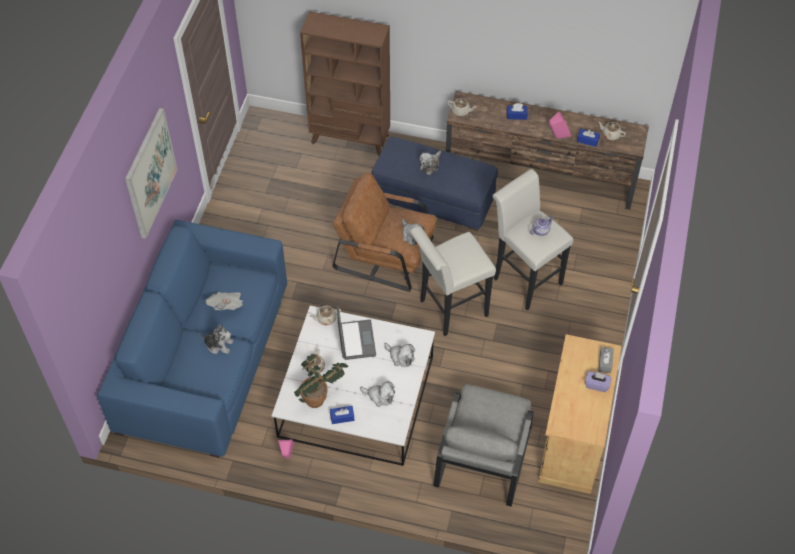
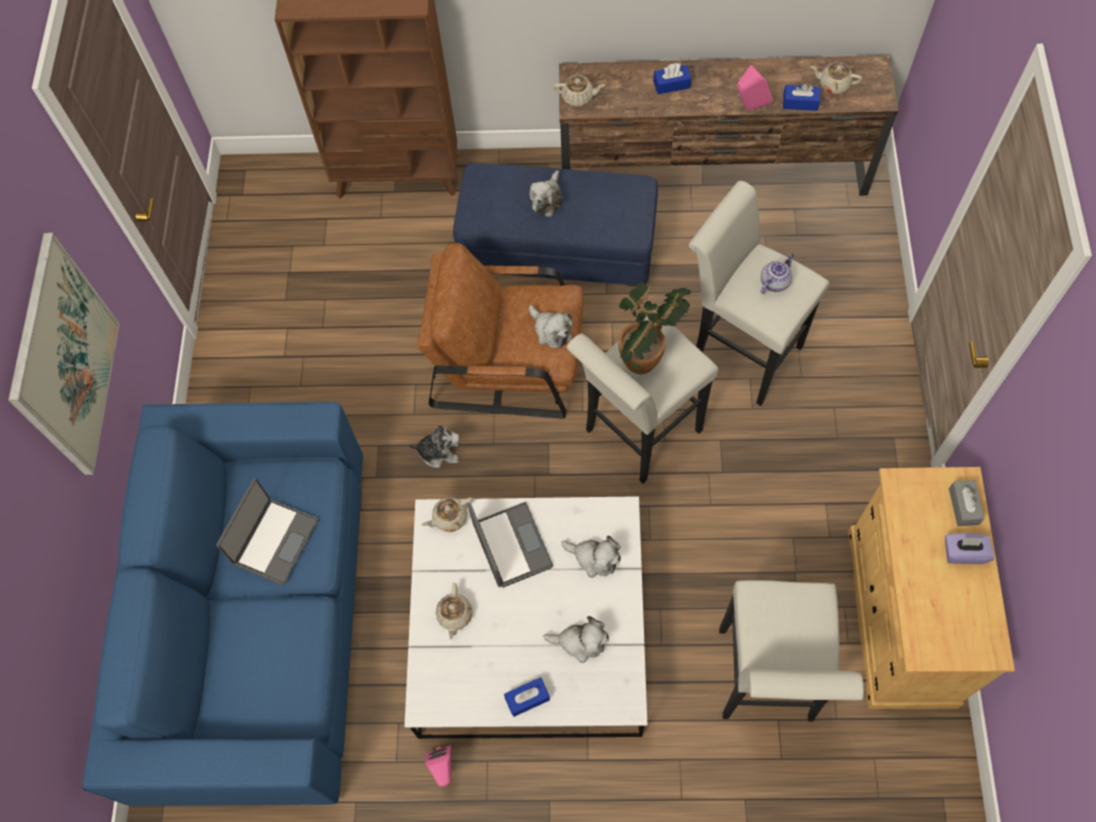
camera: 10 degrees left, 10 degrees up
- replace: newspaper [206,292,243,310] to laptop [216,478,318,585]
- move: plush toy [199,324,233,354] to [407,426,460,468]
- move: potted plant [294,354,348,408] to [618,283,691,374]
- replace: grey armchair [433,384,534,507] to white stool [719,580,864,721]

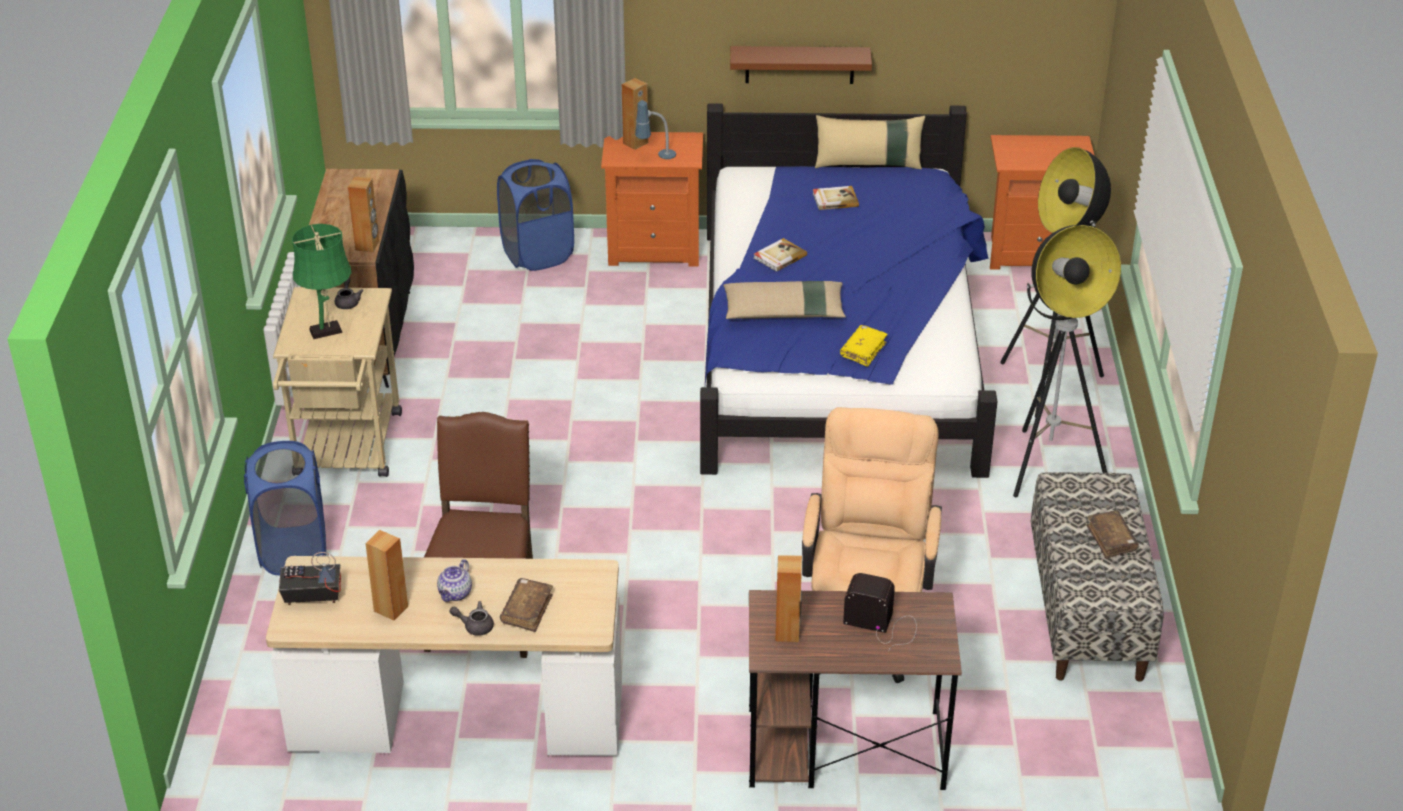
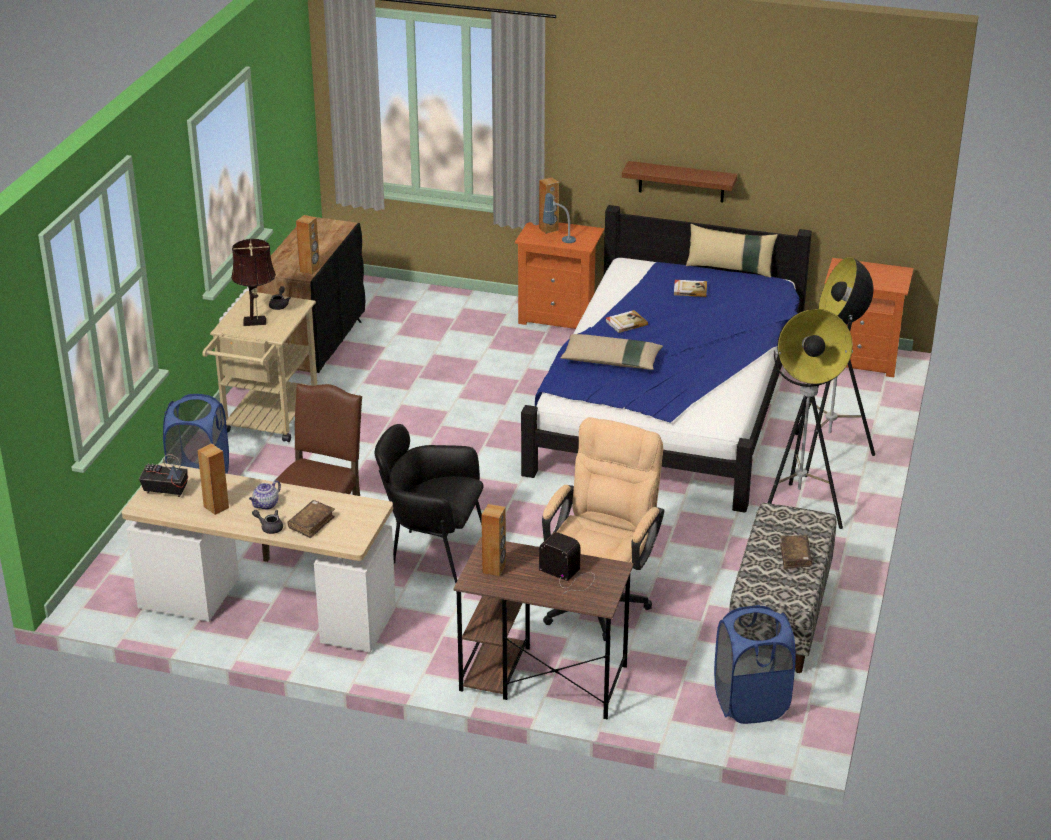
camera: 15 degrees right, 5 degrees down
- move: blue laundry basket [497,159,574,271] to [714,605,796,724]
- recolor: green table lamp [292,224,351,339] to brown table lamp [231,239,276,326]
- delete: yellow book [840,325,888,367]
- insert: black armchair [375,424,484,583]

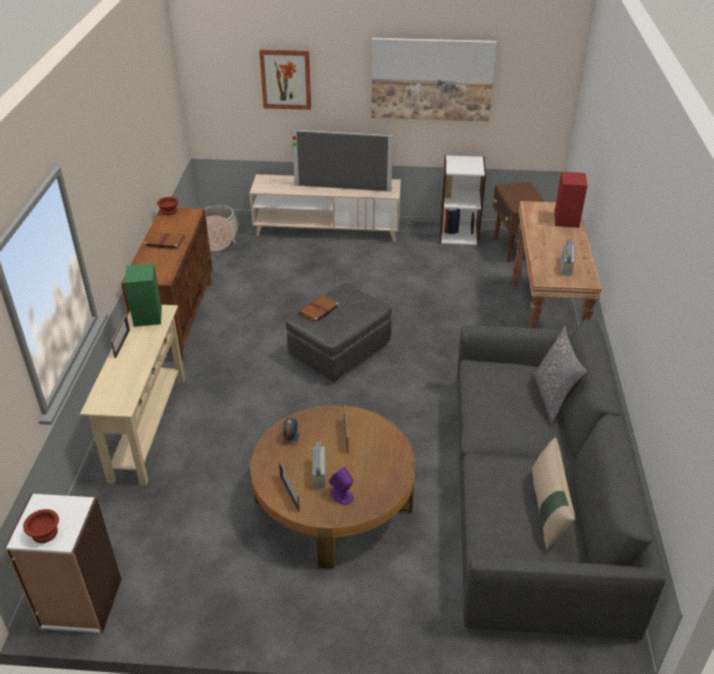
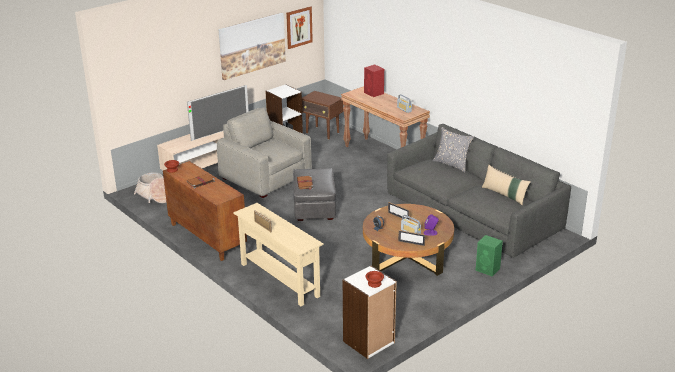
camera: 45 degrees left, 10 degrees down
- move: picture [259,49,311,110] to [286,6,313,49]
- move: green speaker [124,263,162,327] to [476,235,503,277]
- insert: grey armchair [217,108,312,198]

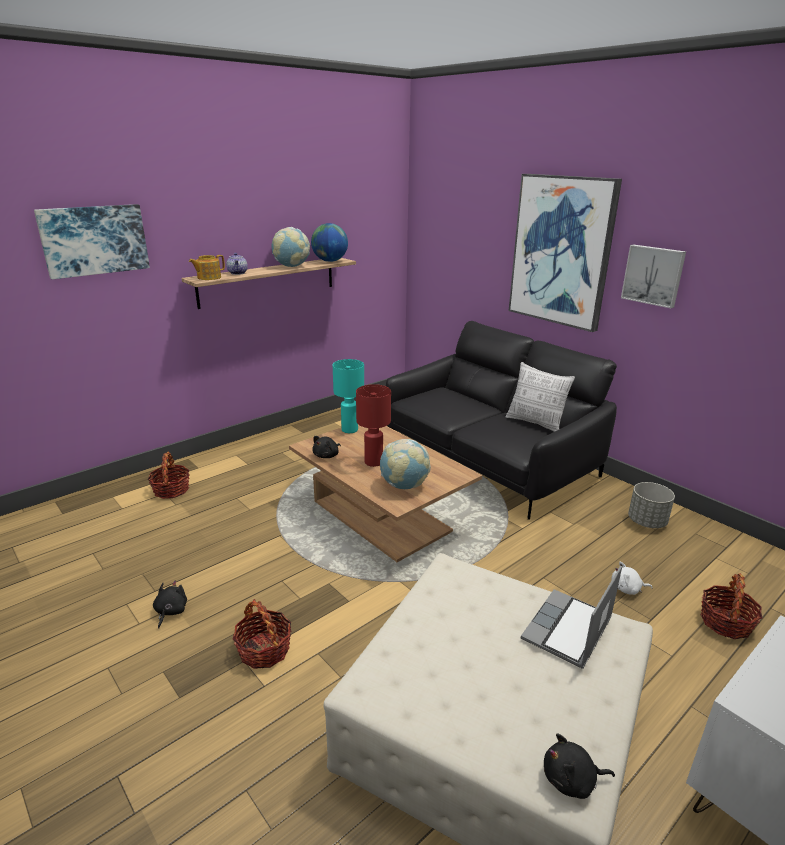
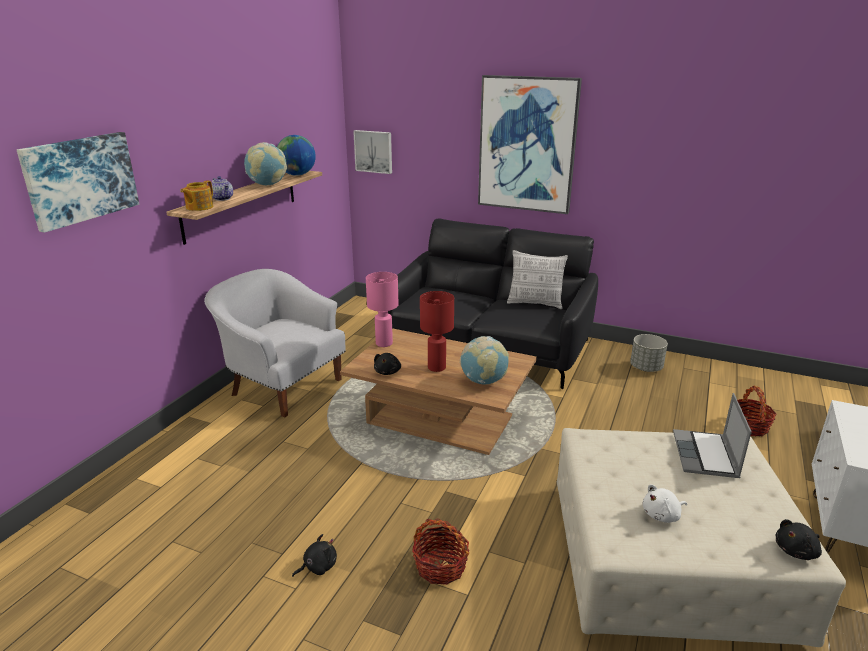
camera: 25 degrees left, 0 degrees up
- move: picture [621,245,686,308] to [353,130,392,174]
- recolor: turquoise table lamp [333,359,364,433] to pink table lamp [366,272,399,347]
- delete: basket [148,452,190,499]
- move: white plush toy [612,562,653,595] to [643,484,687,523]
- rotate: black plush toy [153,581,187,629] = [292,534,337,577] 75 degrees clockwise
- insert: white armchair [204,269,346,417]

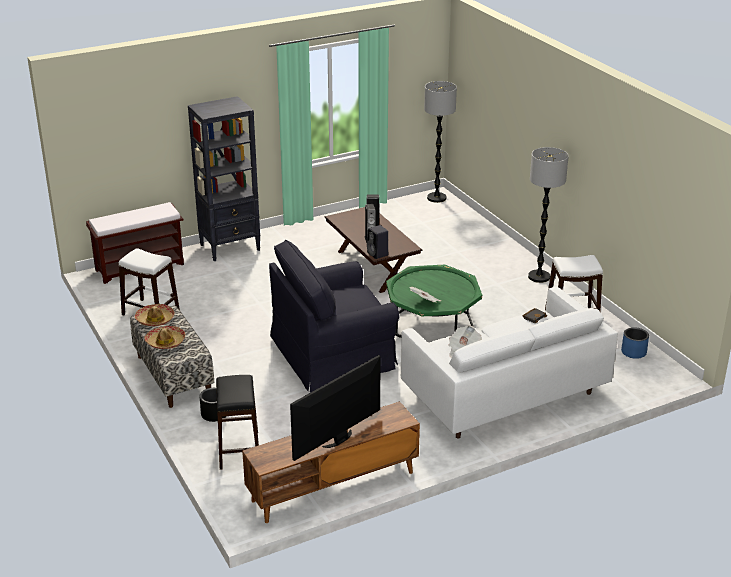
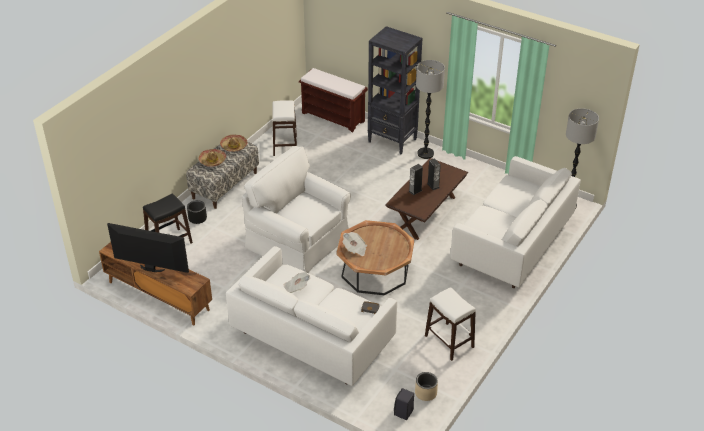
camera: 60 degrees right, 10 degrees up
- move: floor lamp [528,147,569,283] to [416,60,445,159]
- move: black speaker [367,225,388,259] to [394,388,414,420]
- recolor: black armchair [269,240,399,393] to white armchair [242,146,351,273]
- recolor: green coffee table [386,265,482,338] to brown coffee table [336,220,414,295]
- recolor: blue planter [621,327,649,359] to beige planter [415,372,438,401]
- insert: white sofa [450,156,581,288]

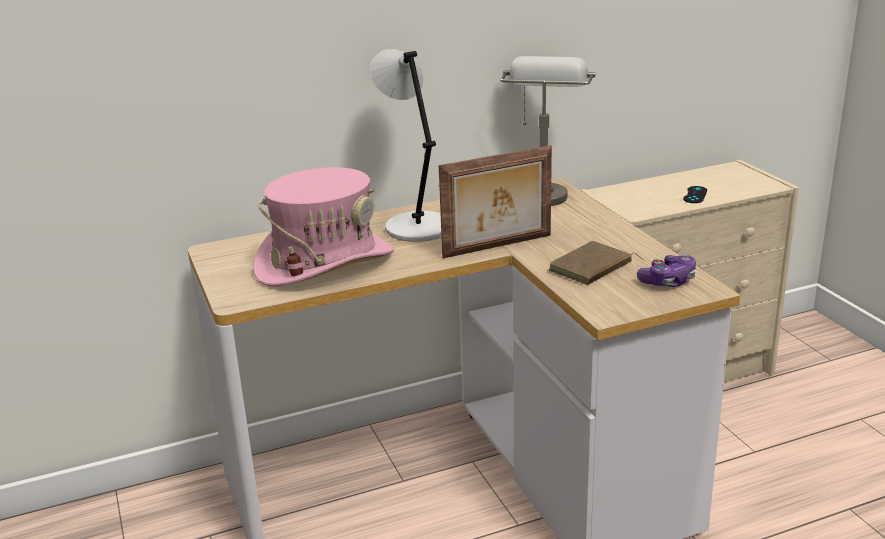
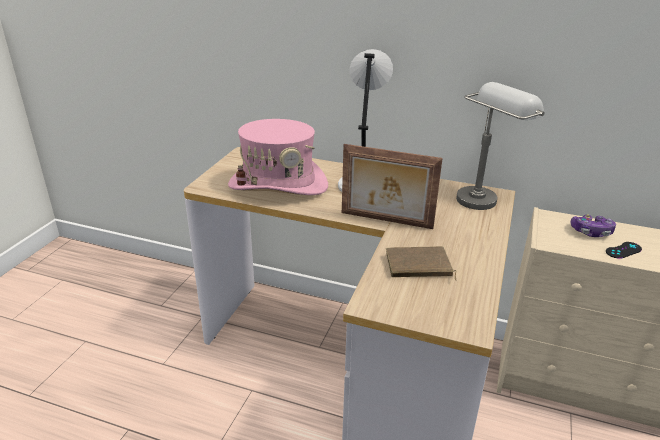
camera: 40 degrees right, 5 degrees up
- move: game controller [637,254,696,287] to [570,214,616,237]

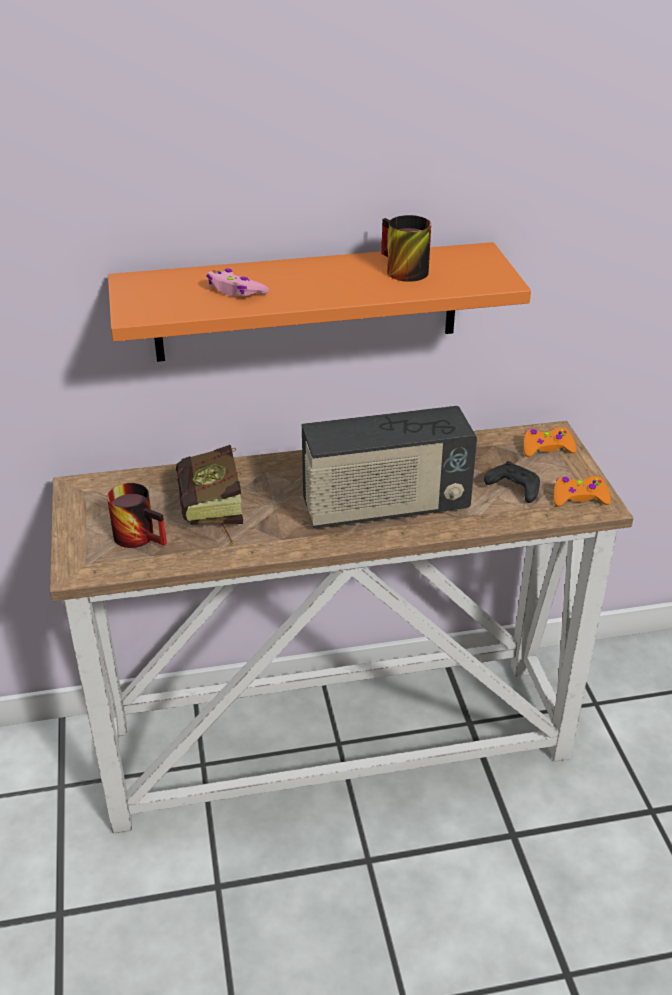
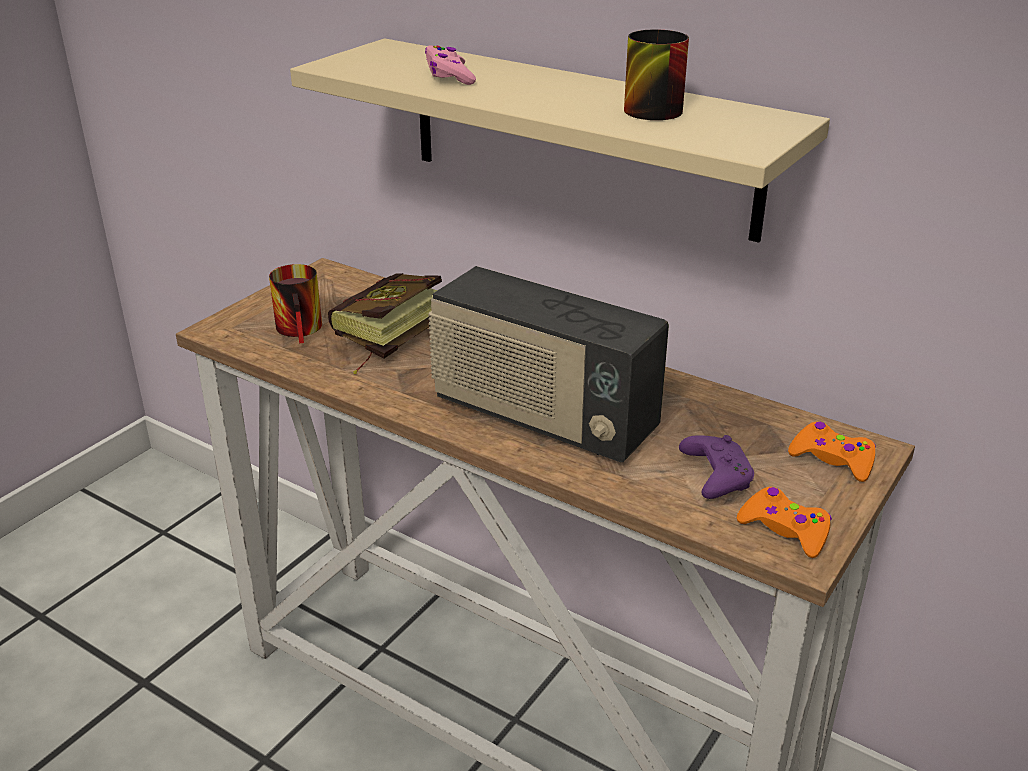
camera: 45 degrees right, 5 degrees down
- recolor: orange shelf [108,242,531,362] to beige shelf [290,38,830,243]
- recolor: black game controller [484,461,540,503] to purple game controller [679,435,754,499]

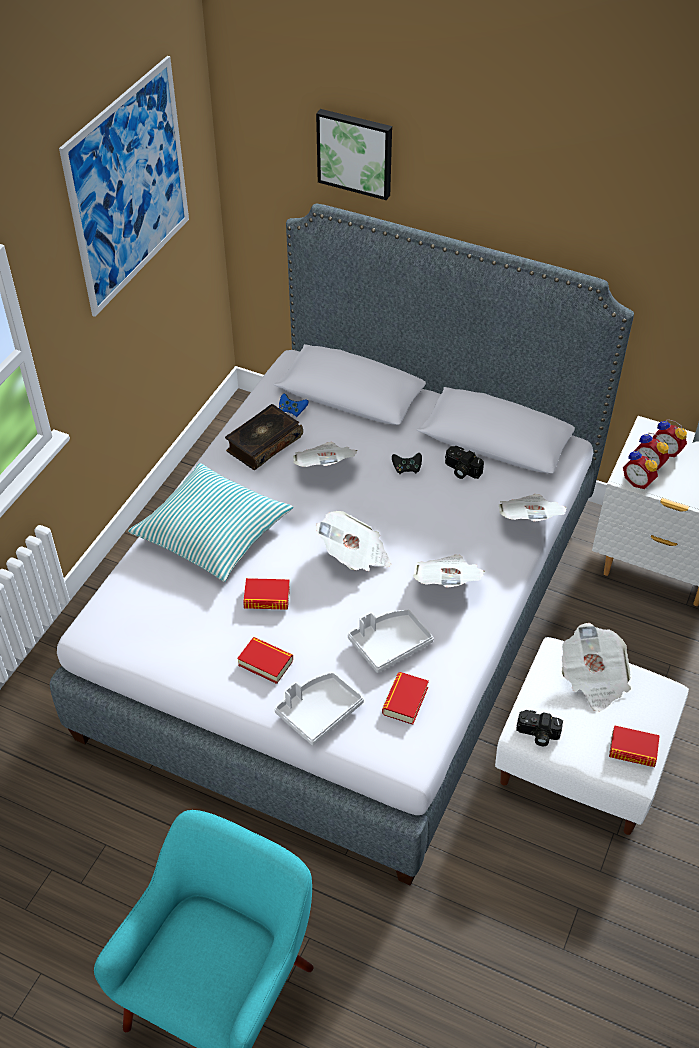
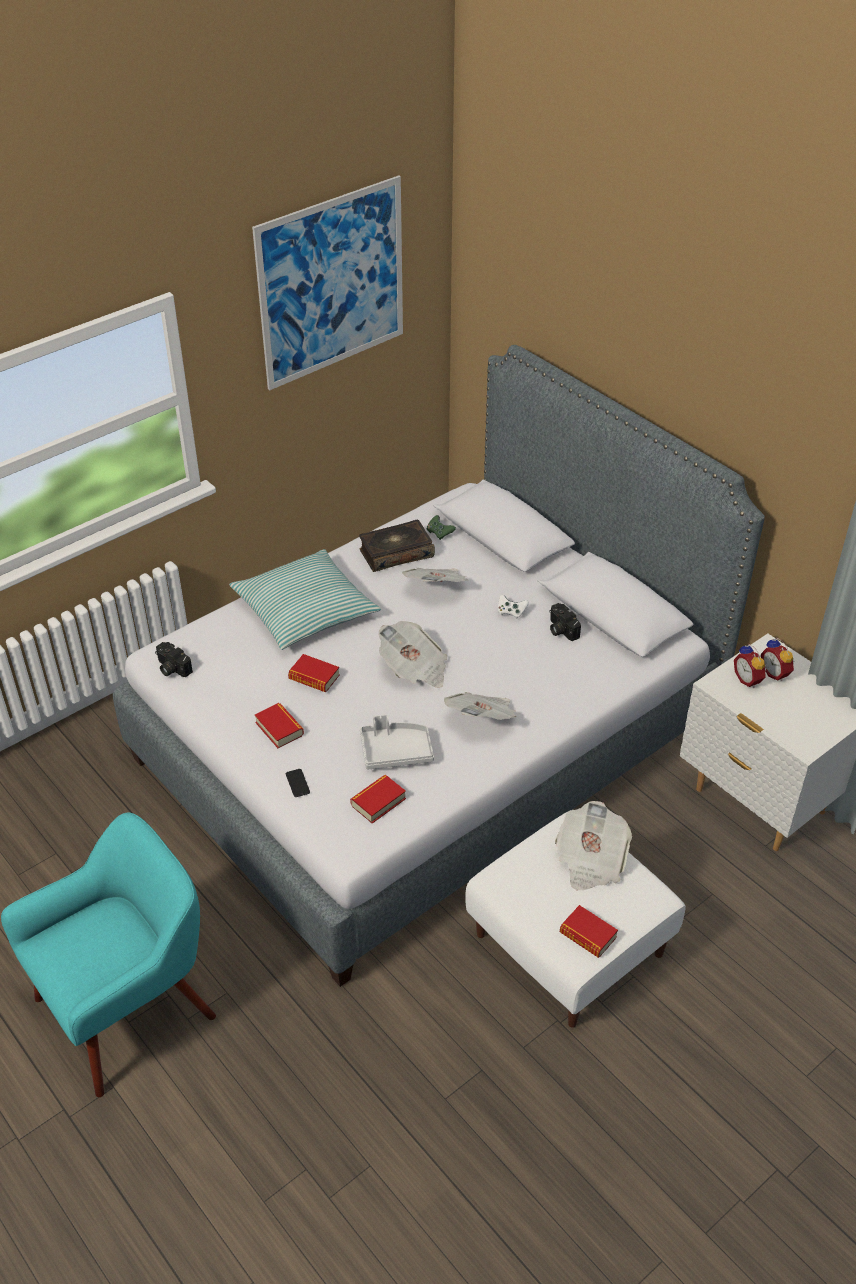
camera: 25 degrees right, 5 degrees down
- delete: picture [316,109,392,200]
- recolor: blue game controller [279,393,308,417] to green game controller [427,515,456,540]
- delete: alarm clock [623,450,658,489]
- recolor: black game controller [392,453,422,474] to white game controller [498,595,529,619]
- delete: newspaper [499,494,567,522]
- replace: grey tray [274,672,364,745] to phone [286,769,310,797]
- move: photo camera [516,710,563,746] to [155,642,193,677]

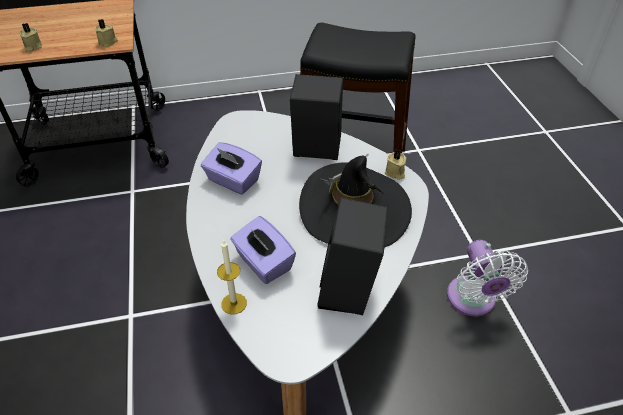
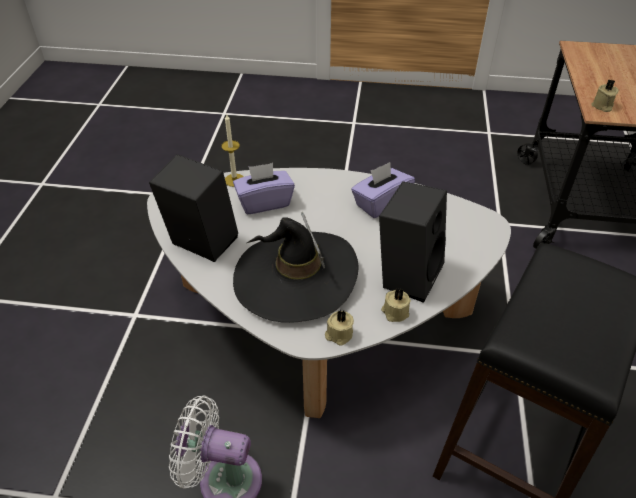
camera: 110 degrees right, 0 degrees up
- move: beige candle [19,23,42,52] to [381,288,411,322]

